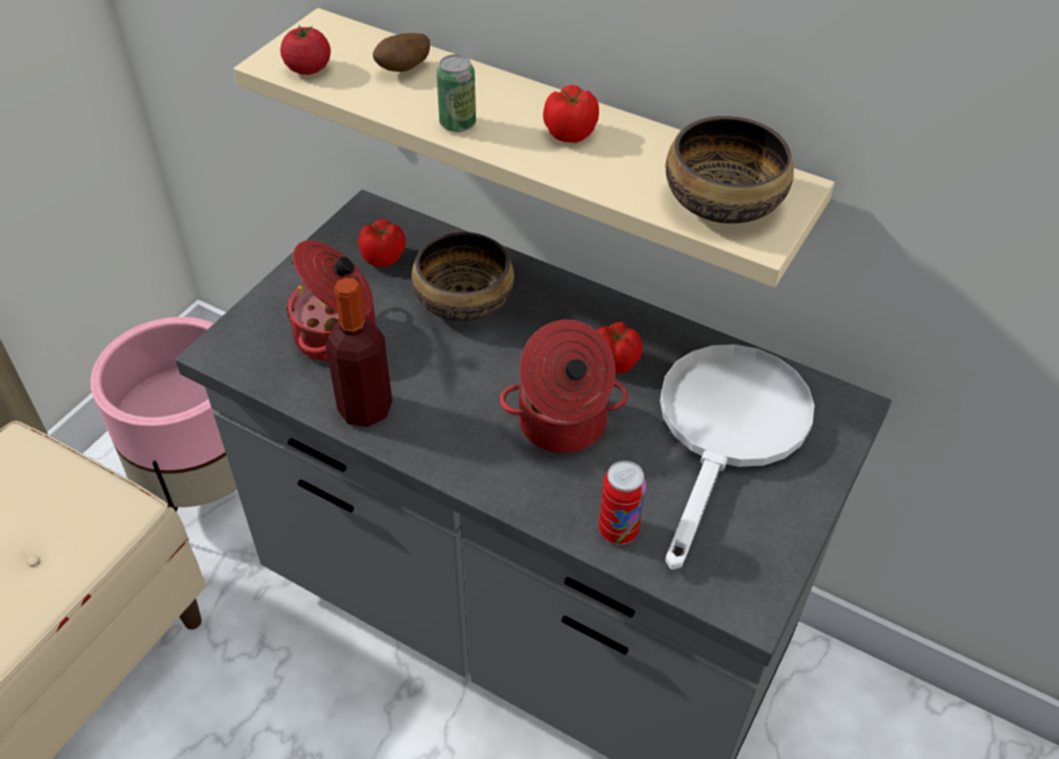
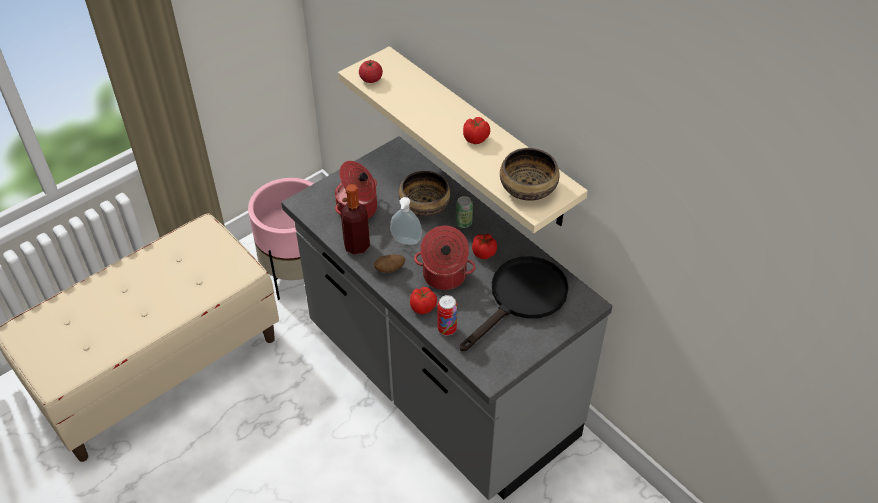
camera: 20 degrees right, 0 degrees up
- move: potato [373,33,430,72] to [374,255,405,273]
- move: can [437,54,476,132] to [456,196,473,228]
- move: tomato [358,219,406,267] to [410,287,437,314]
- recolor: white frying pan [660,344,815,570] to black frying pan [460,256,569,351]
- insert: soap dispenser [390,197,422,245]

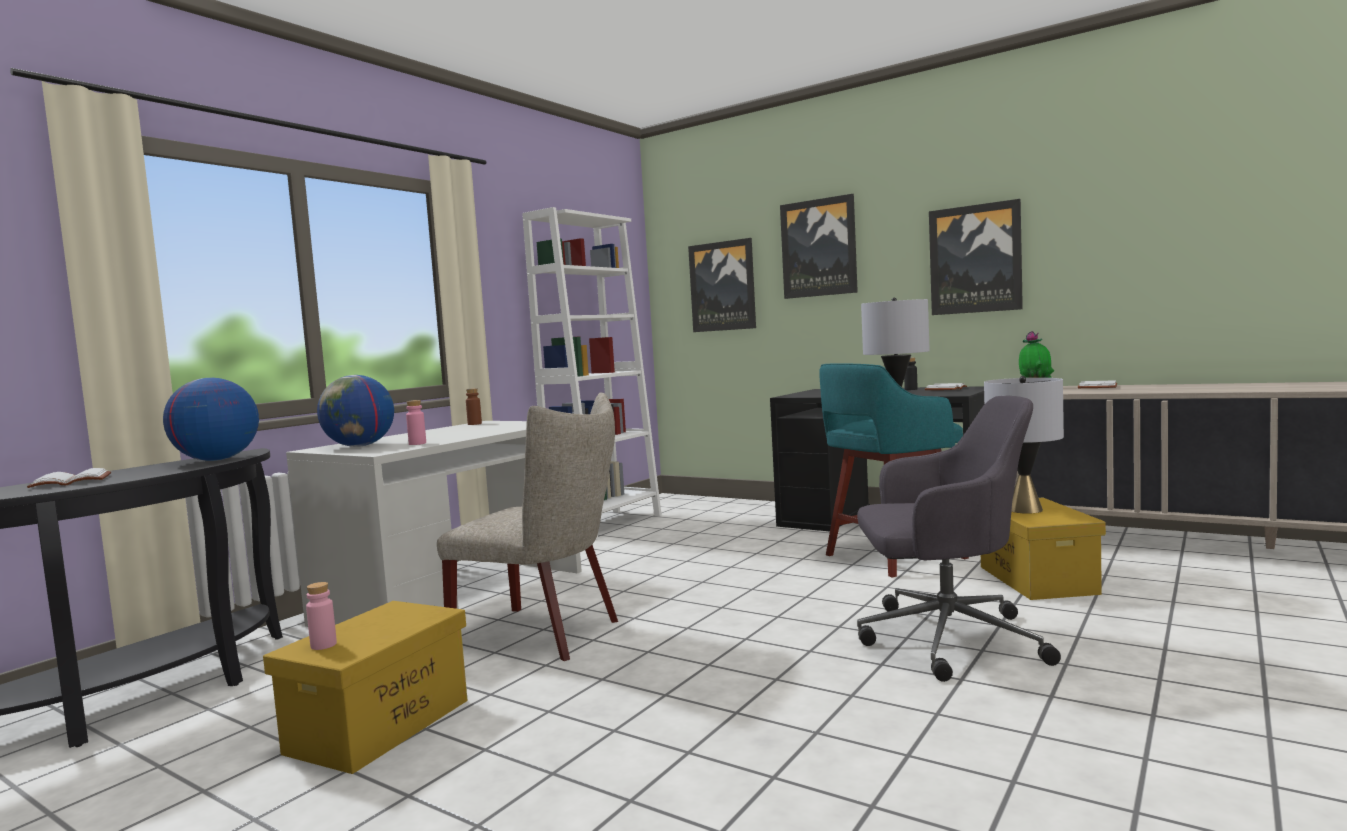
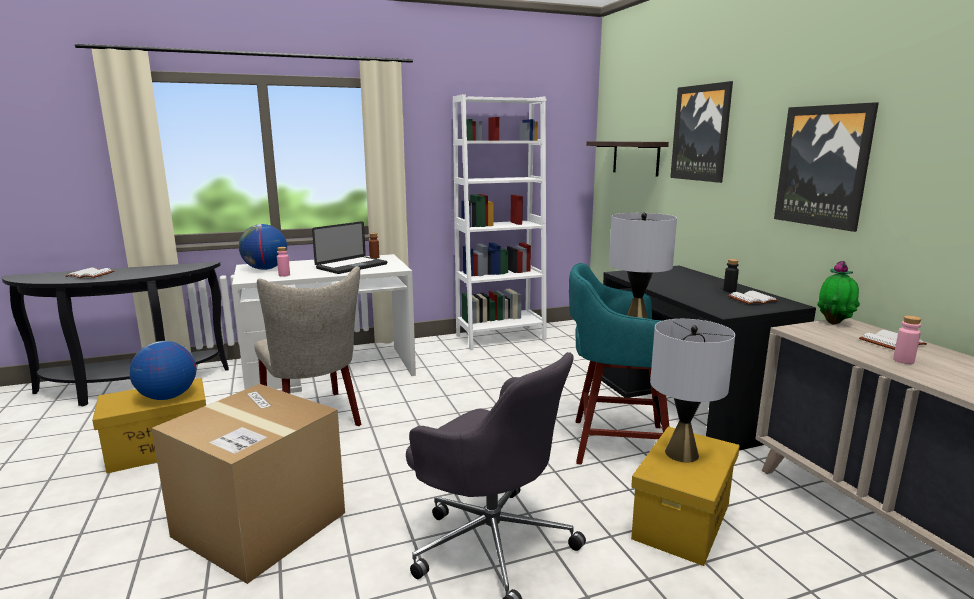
camera: 35 degrees right, 10 degrees up
- replace: picture [688,238,756,332] to shelf [586,141,669,177]
- move: globe [163,378,259,461] to [129,341,196,400]
- move: pink bottle [306,582,337,650] to [893,316,921,364]
- insert: laptop [312,221,387,274]
- insert: cardboard box [151,384,345,584]

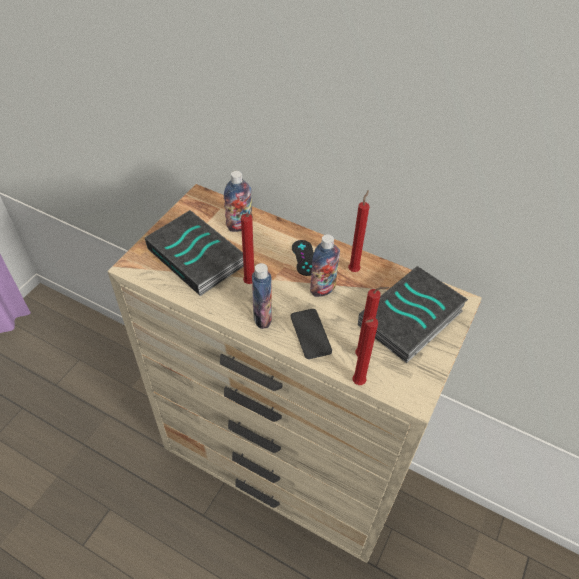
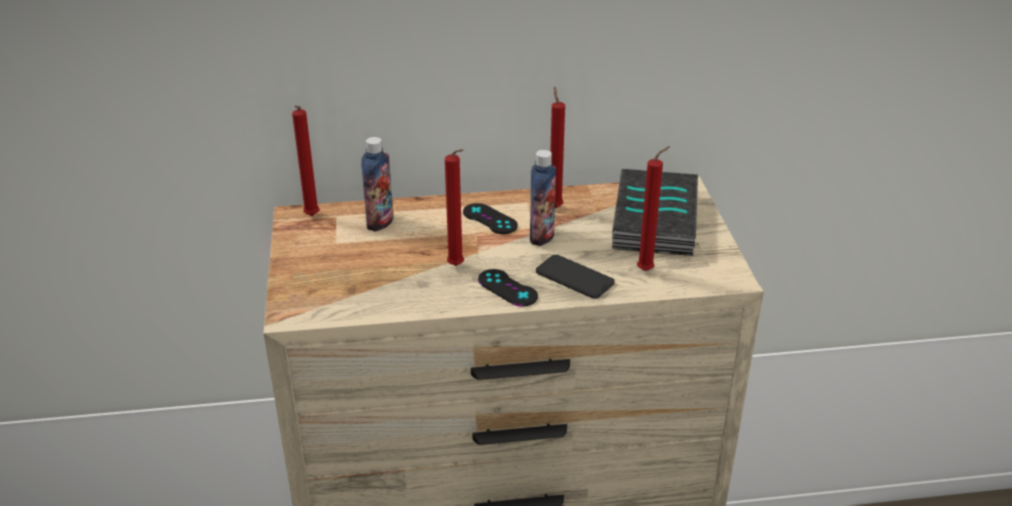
camera: 35 degrees left, 15 degrees down
- delete: book [145,210,244,296]
- replace: bottle [252,263,272,329] to black game controller [478,269,538,306]
- move: red candle [352,317,378,385] to [292,106,319,216]

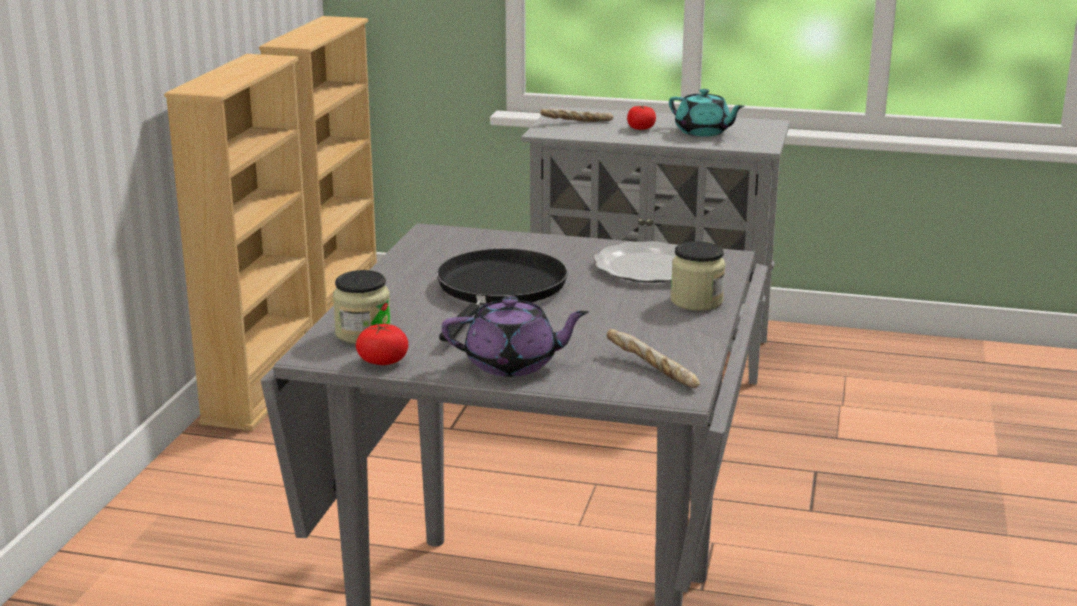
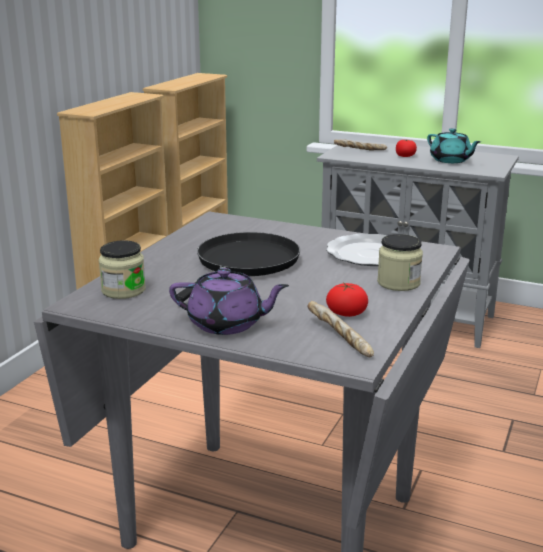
camera: 10 degrees right, 0 degrees up
- move: tomato [356,323,408,365] to [326,282,368,317]

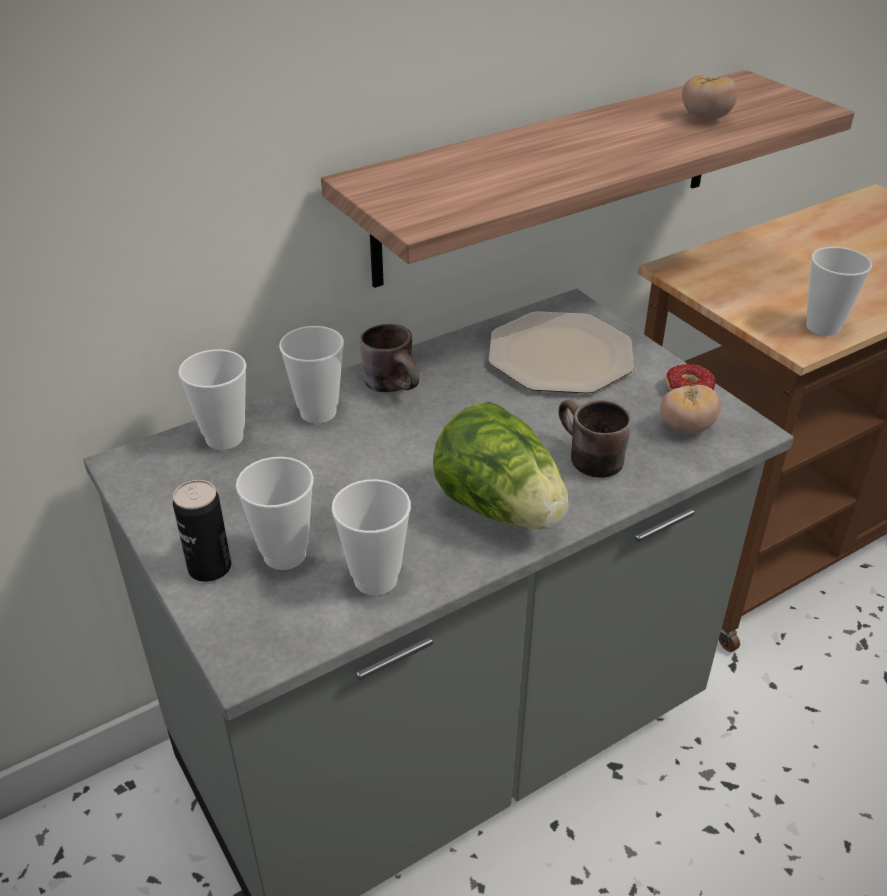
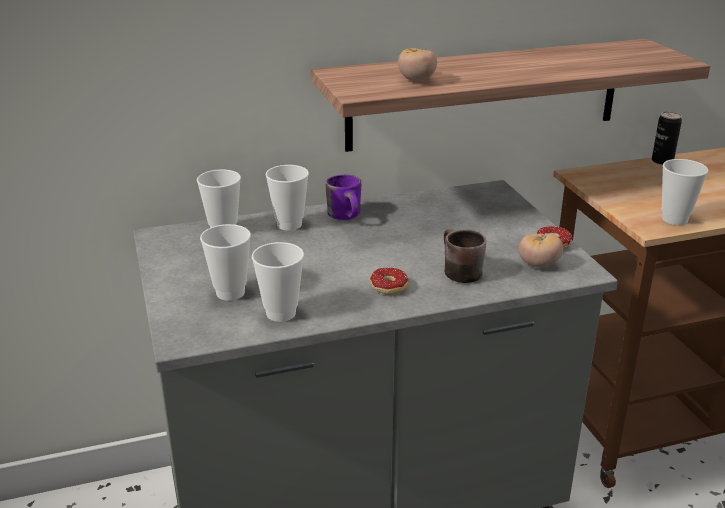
camera: 15 degrees right, 10 degrees down
- move: tomato [682,75,738,120] to [398,48,437,82]
- delete: plate [489,311,634,394]
- recolor: brown mug [360,324,419,392] to purple mug [325,175,361,220]
- replace: lettuce [433,402,569,529] to donut [368,268,409,295]
- move: can [173,480,231,582] to [652,112,682,165]

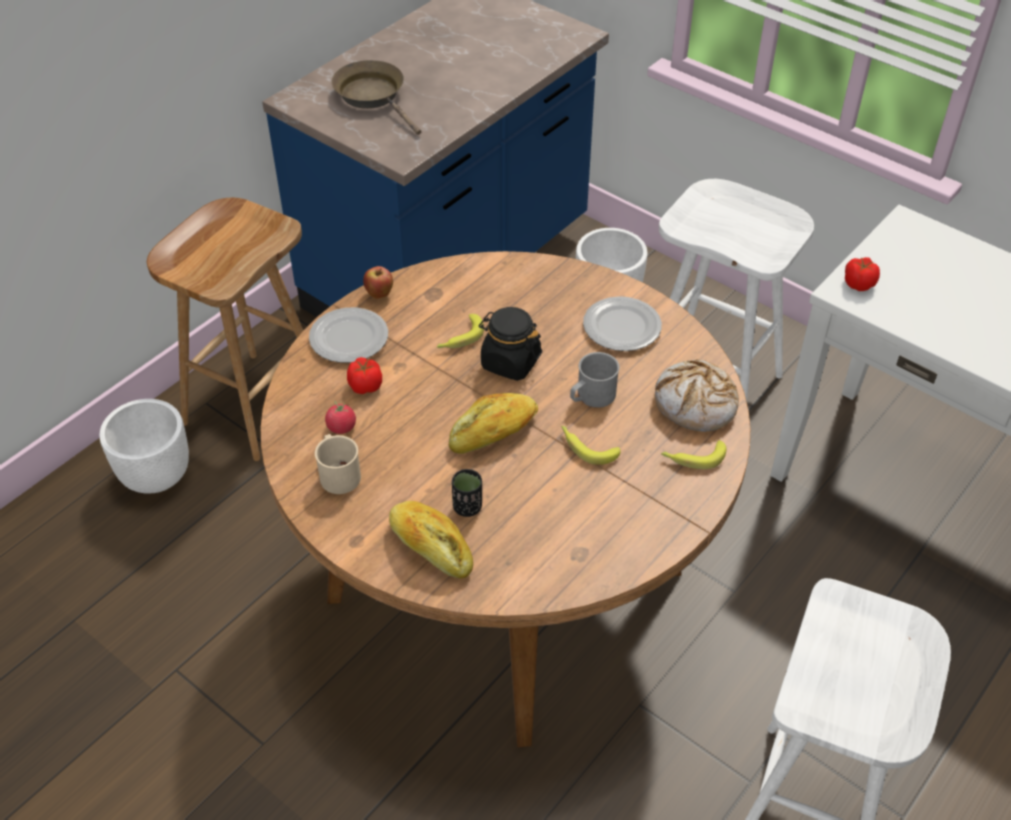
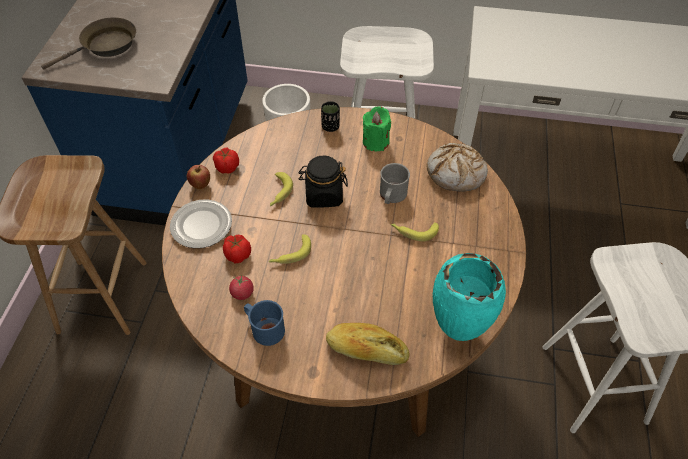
camera: 30 degrees left, 5 degrees up
- rotate: brown frying pan [331,60,421,135] = [41,17,136,70] 120 degrees clockwise
- move: tomato [845,257,880,291] to [213,147,239,174]
- replace: plate [583,296,662,351] to green candle [363,106,391,151]
- delete: bread [449,393,538,454]
- delete: white planter [99,399,189,493]
- recolor: beige mug [315,434,361,494] to blue mug [244,300,285,346]
- move: banana [661,440,726,469] to [269,234,311,264]
- move: black cup [452,469,482,517] to [321,101,340,132]
- insert: turquoise vase [433,253,506,341]

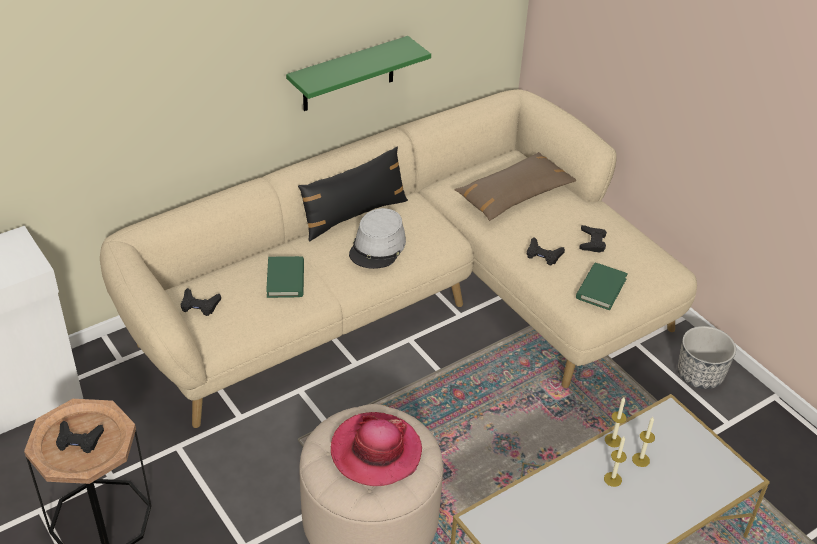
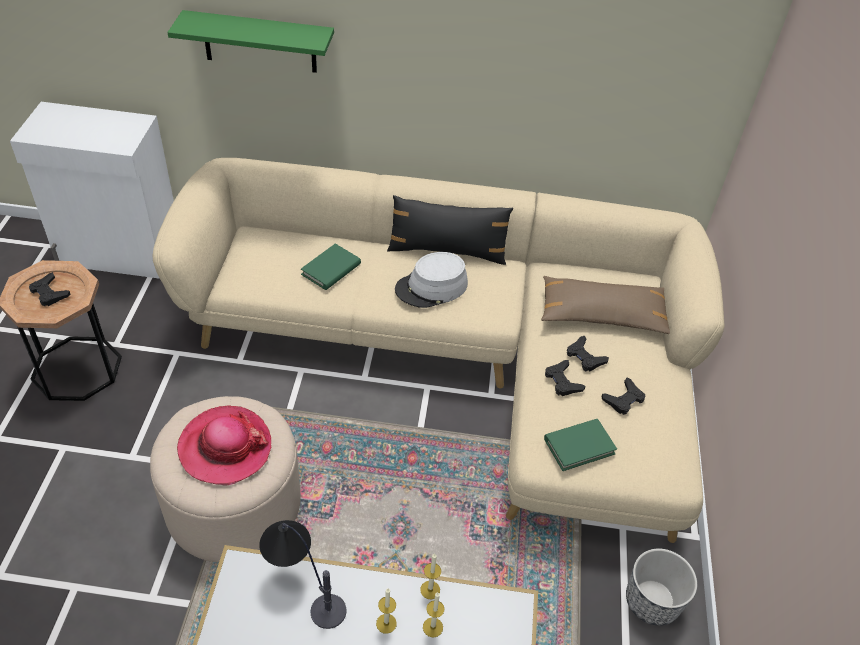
camera: 40 degrees right, 5 degrees up
- move: green shelf [286,36,431,111] to [167,10,334,73]
- move: black game controller [181,288,221,316] to [567,336,609,371]
- insert: table lamp [259,520,347,629]

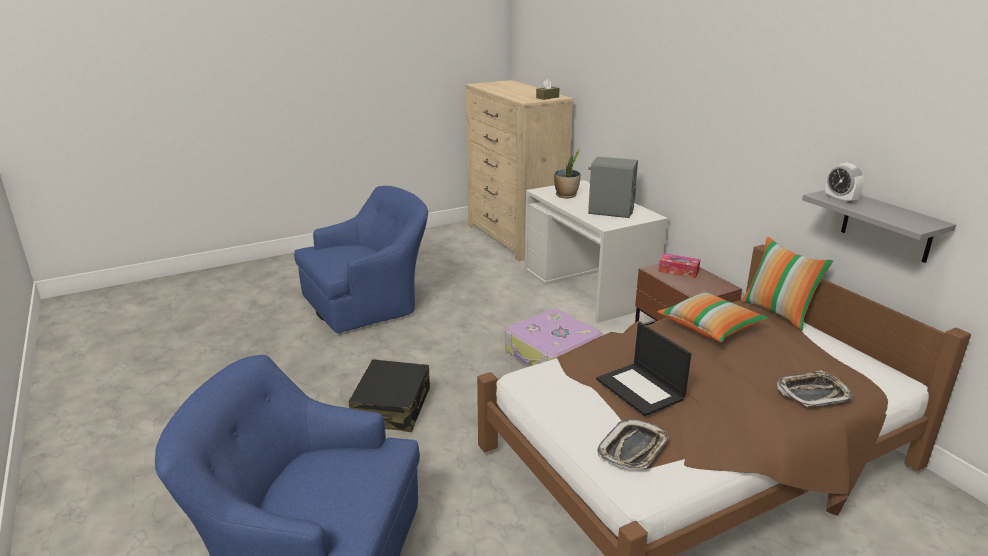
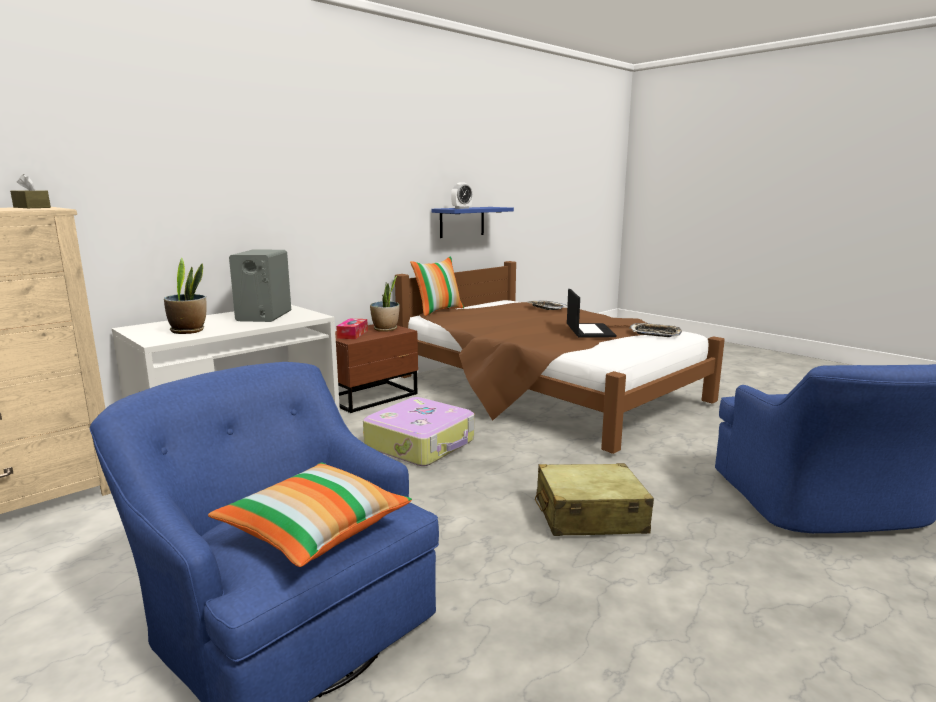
camera: 105 degrees left, 10 degrees down
- recolor: grey shelf [802,190,956,263] to blue shelf [431,207,514,238]
- move: pillow [658,291,768,342] to [208,463,412,567]
- rotate: laptop [596,322,692,416] = [567,289,617,338] 45 degrees counterclockwise
- recolor: black suitcase [349,359,430,432] to beige suitcase [535,463,654,536]
- insert: potted plant [370,276,399,332]

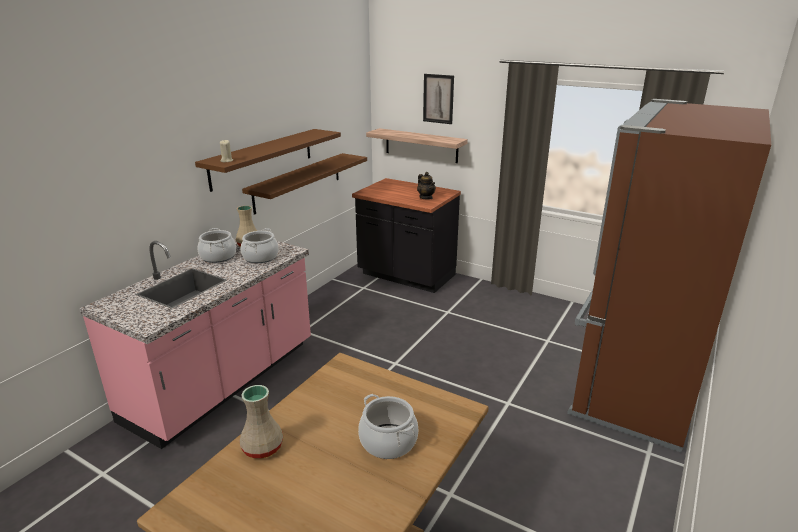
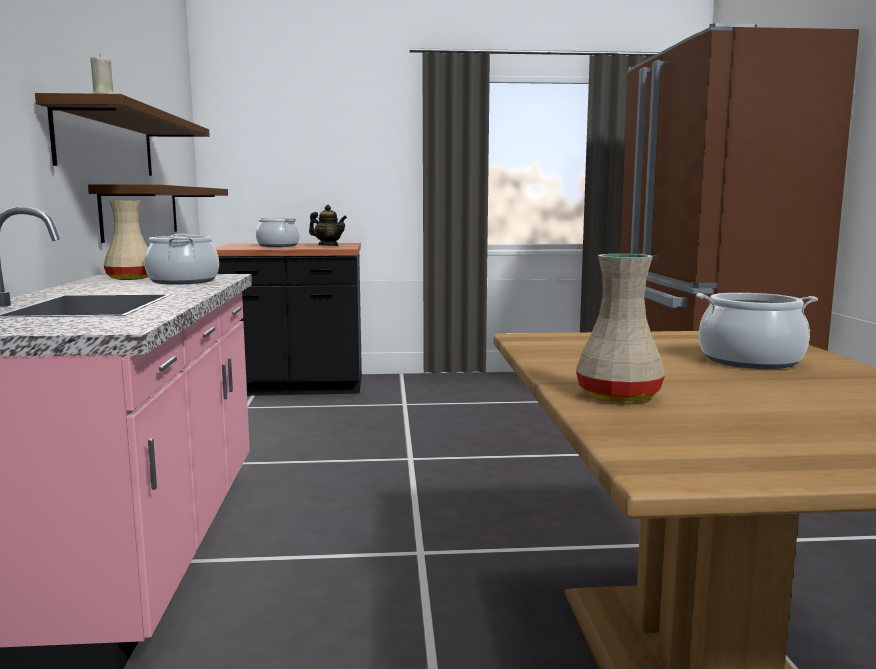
camera: 35 degrees left, 15 degrees down
- delete: picture [423,74,454,124]
- delete: shelf [366,128,468,163]
- move: cooking pot [197,228,236,263] to [256,217,300,247]

